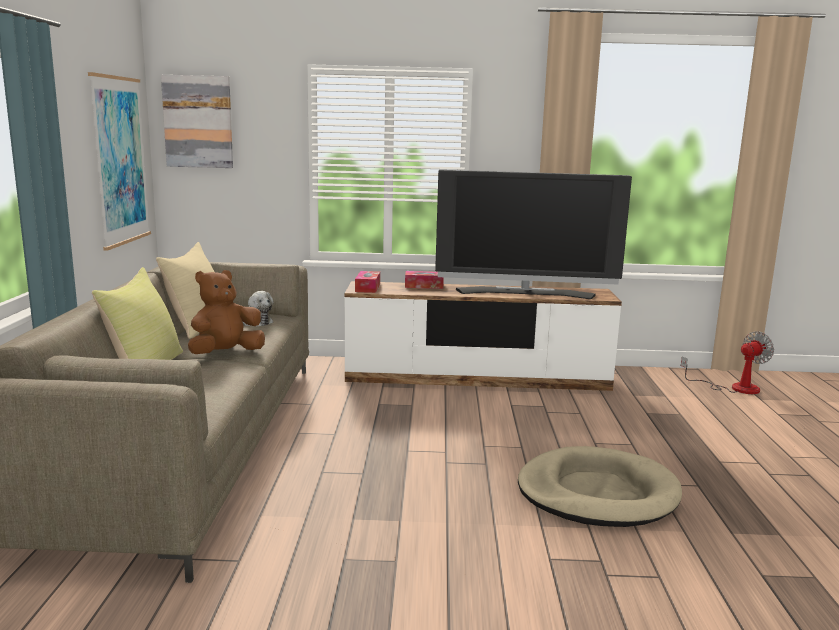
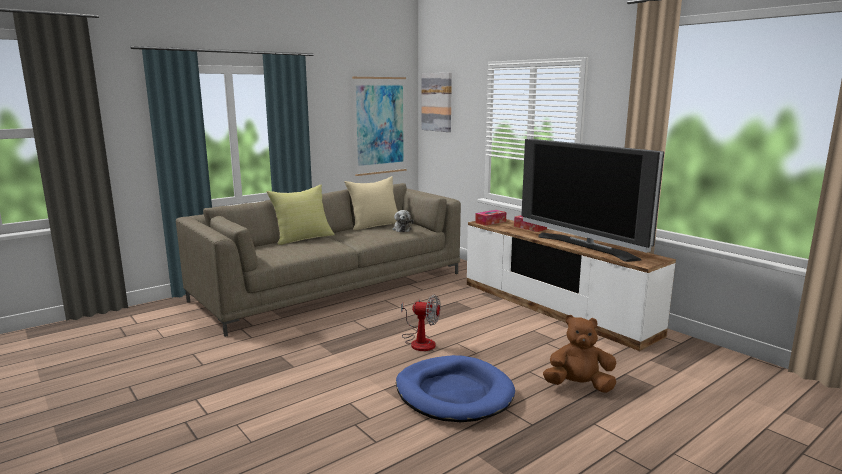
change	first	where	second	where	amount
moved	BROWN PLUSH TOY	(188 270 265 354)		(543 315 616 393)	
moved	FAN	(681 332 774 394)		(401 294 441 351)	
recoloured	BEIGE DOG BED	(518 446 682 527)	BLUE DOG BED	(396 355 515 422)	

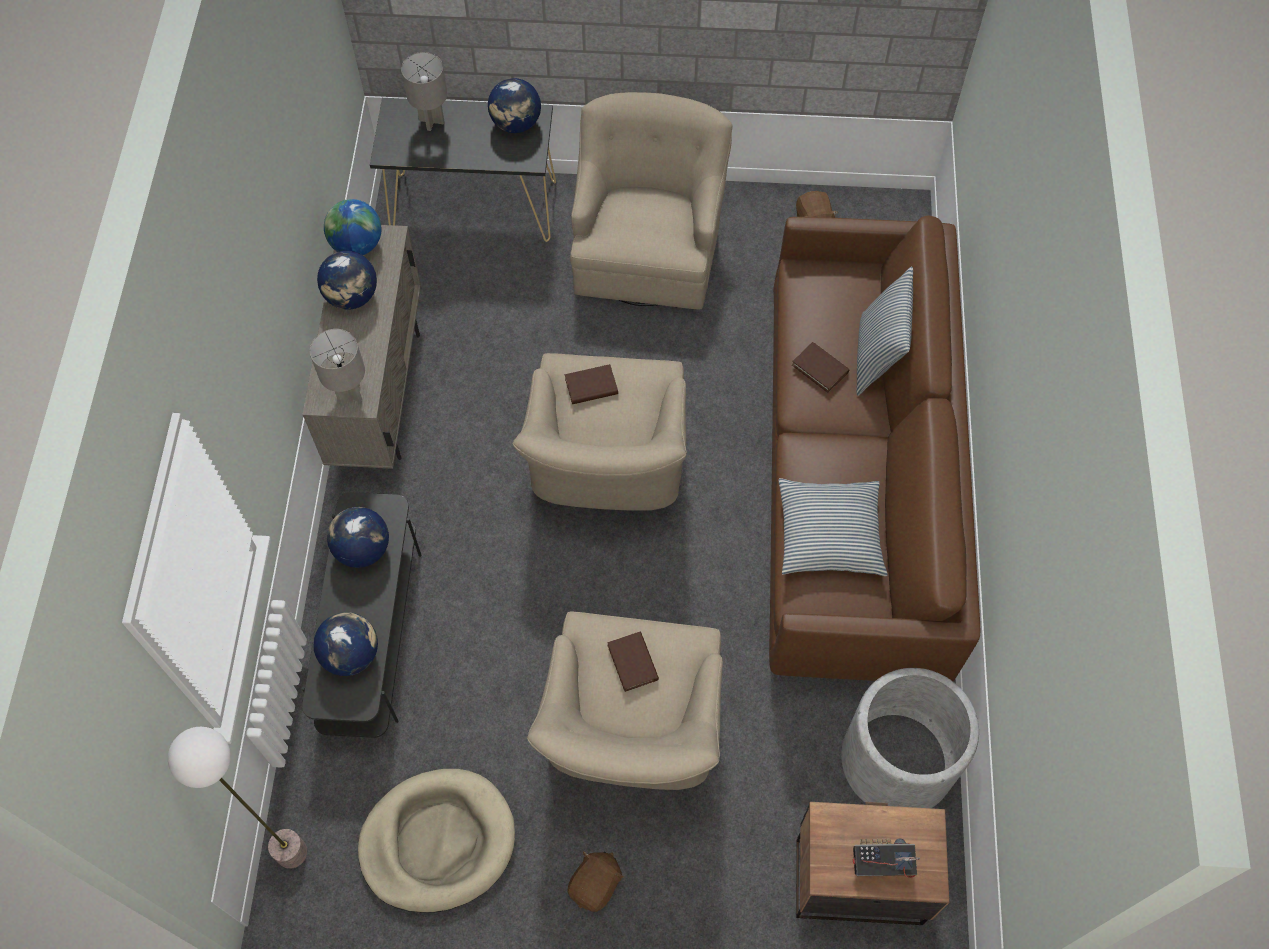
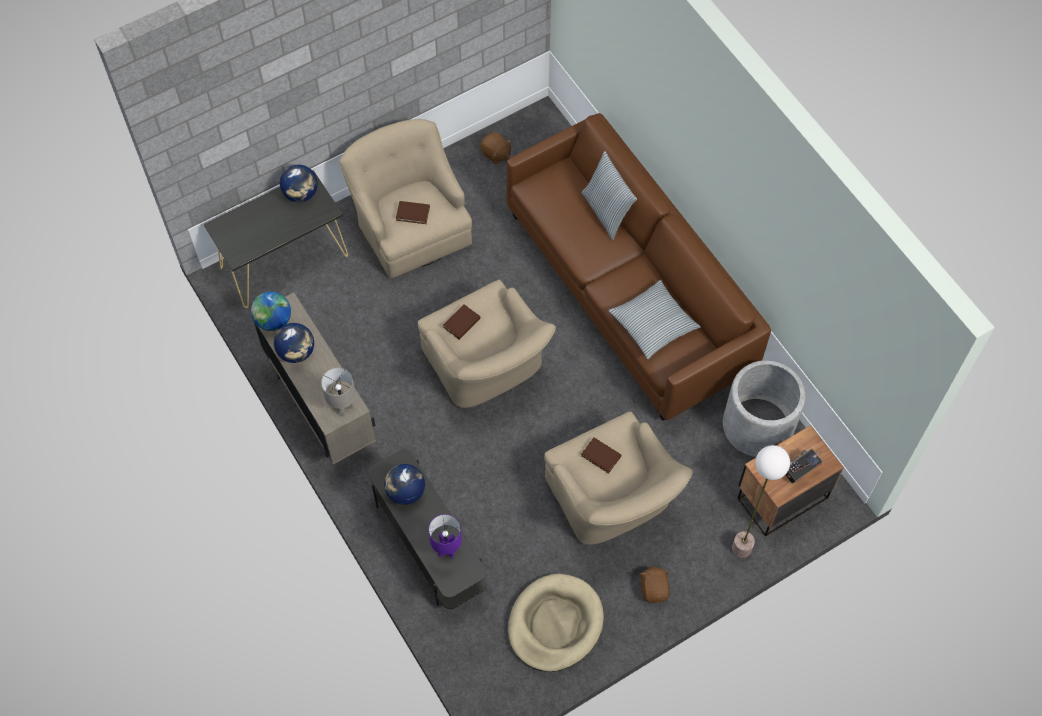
change	first	where	second	where	amount
removed	GREY TABLE LAMP	(401 52 447 131)			
moved	BROWN BOOK	(792 342 850 393)		(396 201 430 224)	
replaced	GLOBE	(313 612 378 676)	PURPLE TABLE LAMP	(429 514 462 558)	
moved	FLOOR LAMP	(168 727 307 869)		(732 445 790 558)	

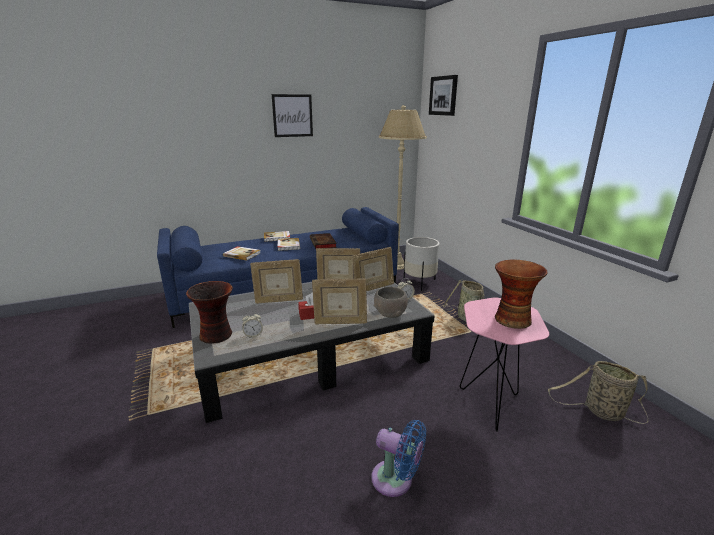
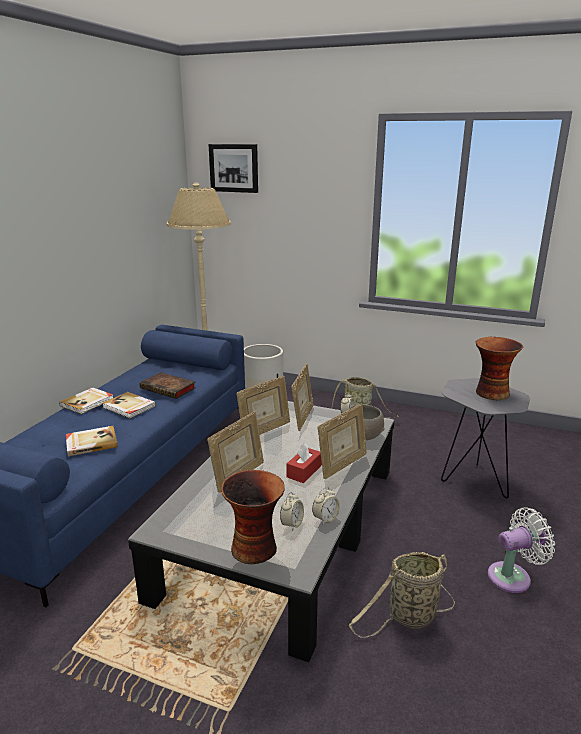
change	first	where	second	where	amount
removed	PICTURE	(272 94 313 137)			
recoloured	PINK SIDE TABLE	(460 298 549 432)	GREY SIDE TABLE	(441 378 530 498)	
moved	BASKET	(548 361 648 424)		(349 552 455 638)	
recoloured	BLUE FAN	(371 420 426 497)	WHITE FAN	(487 507 555 593)	
added			ALARM CLOCK	(312 487 340 524)	

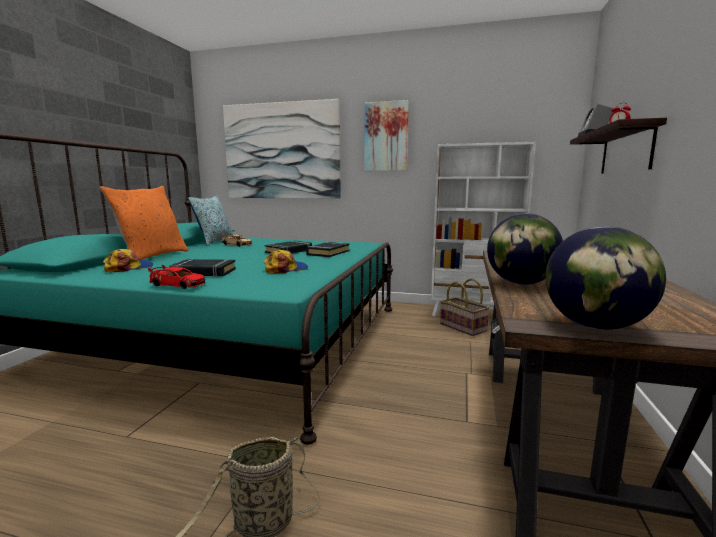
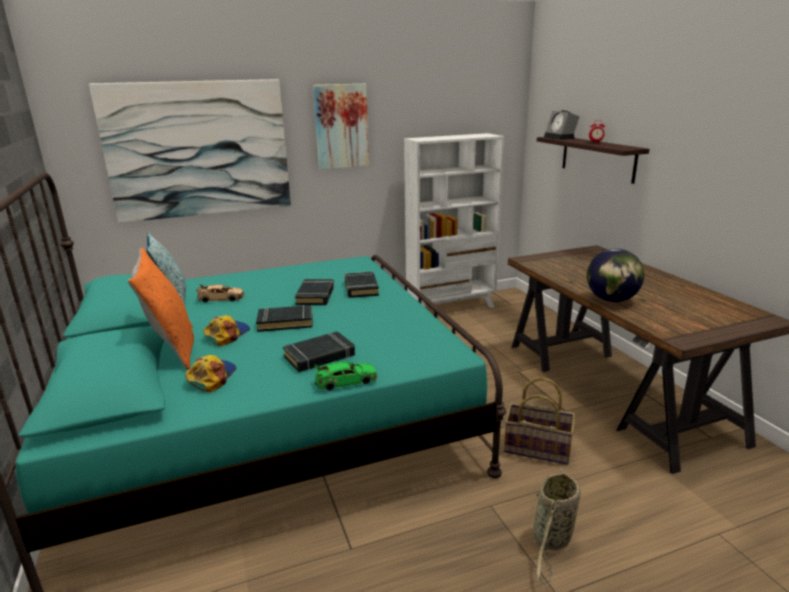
change	first	where	second	where	amount
removed	GLOBE	(545 226 666 330)			
moved	CAP	(263 250 308 273)		(203 315 250 346)	
recoloured	RED TOY CAR	(148 265 206 289)	GREEN TOY CAR	(314 362 377 391)	
moved	BASKET	(440 278 490 336)		(504 377 575 465)	
added			BLACK BOOK	(256 305 313 332)	

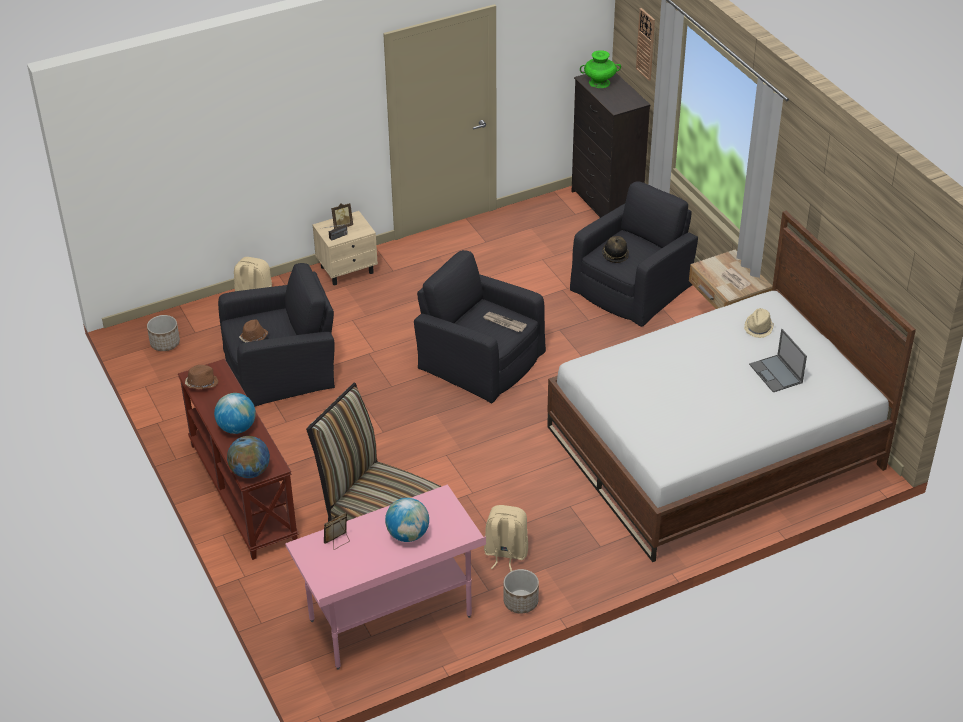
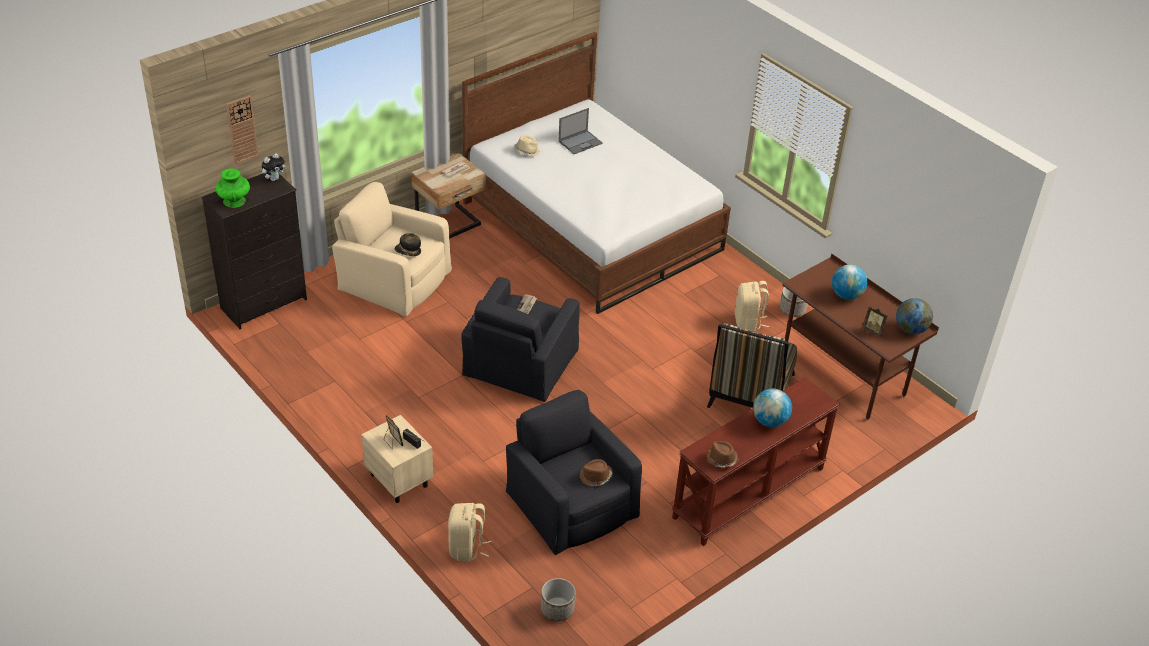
change	first	where	second	where	amount
recoloured	BLACK ARMCHAIR	(570 181 698 327)	BEIGE ARMCHAIR	(332 182 452 317)	
moved	GLOBE	(227 436 270 478)		(896 298 933 334)	
recoloured	PINK DESK	(285 485 486 670)	BROWN DESK	(782 253 939 420)	
added			PLUSH TOY	(262 153 286 181)	

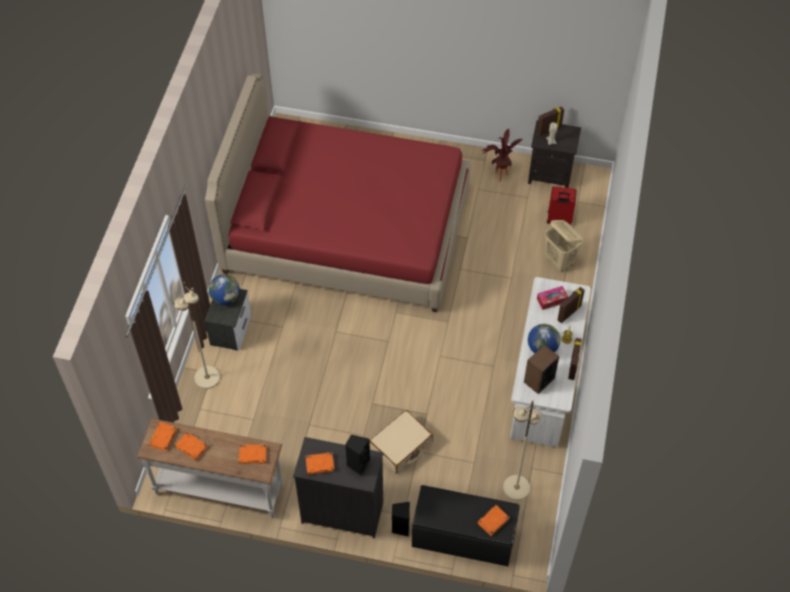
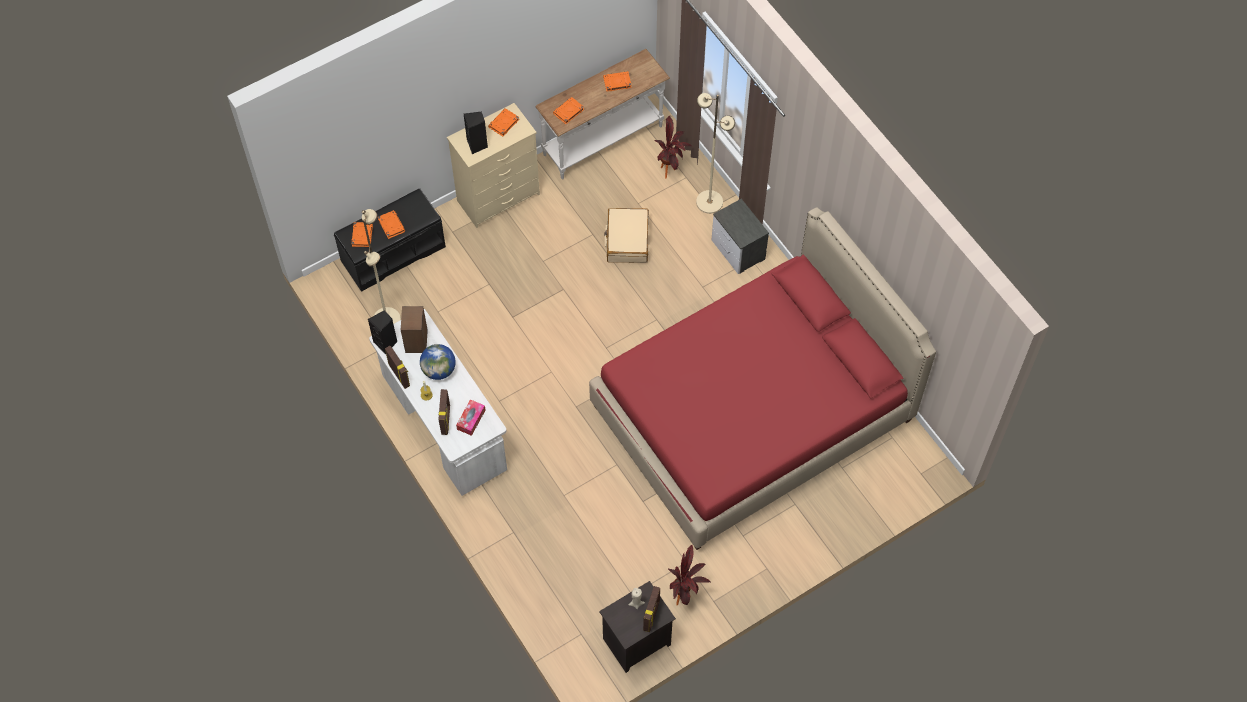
change	first	where	second	where	amount
removed	RED SUITCASE	(547 186 577 225)			
removed	BEIGE LAUNDRY BASKET	(545 220 583 272)			
removed	GLOBE	(209 274 240 305)			
moved	BEIGE SUITCASE	(369 410 433 473)		(604 208 649 263)	
moved	ORANGE BOOK	(149 422 177 451)		(378 210 405 239)	
recoloured	BLACK DRESSER	(293 437 383 539)	BEIGE DRESSER	(447 103 540 228)	
moved	BLACK SPEAKER	(392 502 410 537)		(368 311 398 354)	
added			POTTED PLANT	(654 116 692 178)	

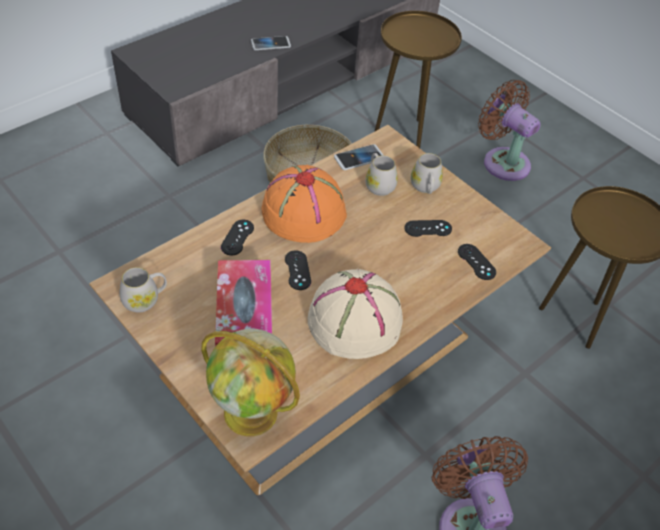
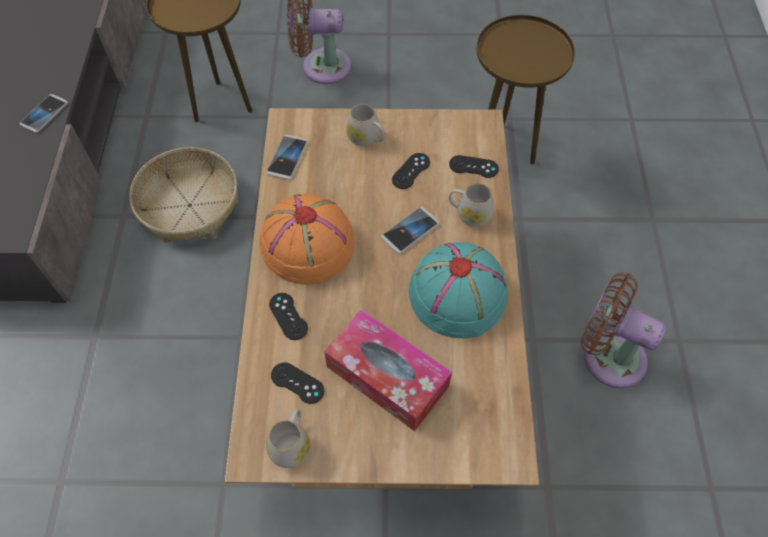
change	first	where	second	where	amount
moved	WHITE MUG	(365 153 398 196)		(449 183 494 227)	
moved	BLACK GAME CONTROLLER	(285 250 311 290)		(271 362 324 404)	
recoloured	BEIGE HAT	(308 269 403 359)	TURQUOISE HAT	(409 242 508 338)	
removed	GLOBE	(201 329 300 437)			
added			PHONE	(381 207 439 254)	

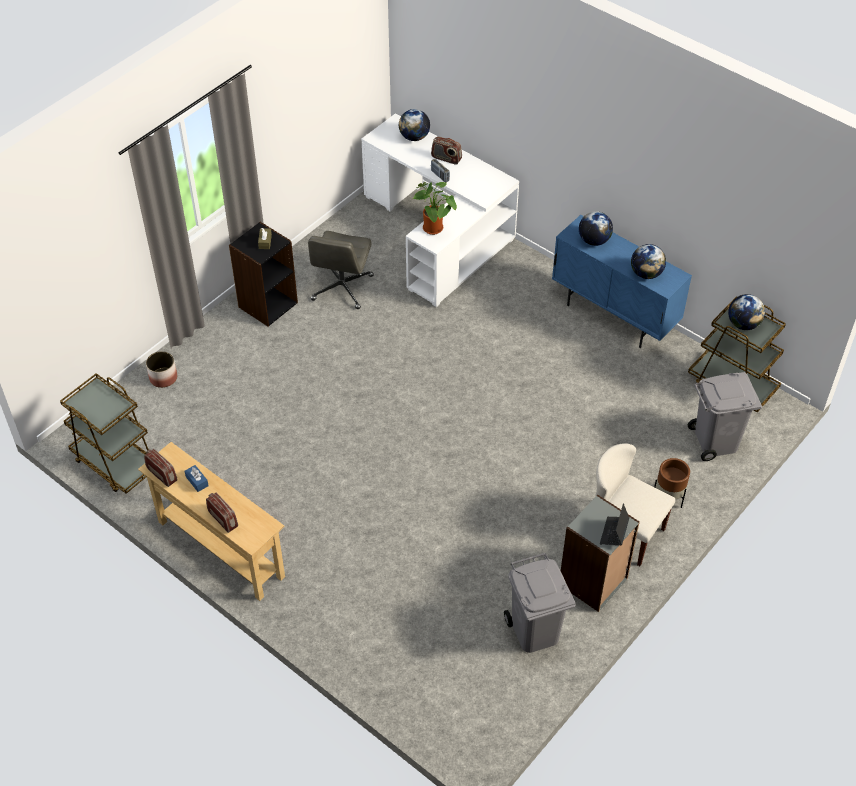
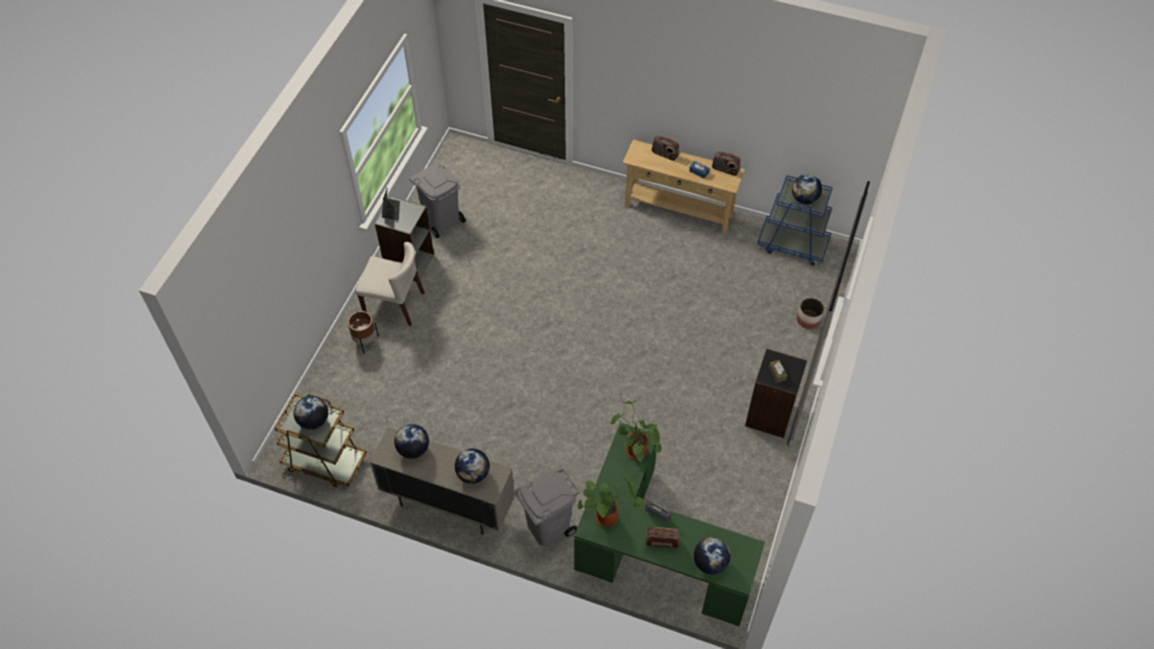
change	first	where	second	where	amount
recoloured	WHITE DESK	(361 113 519 307)	GREEN DESK	(574 423 765 626)	
recoloured	BLUE CABINET	(552 215 692 348)	BEIGE CABINET	(370 427 515 535)	
removed	GREY OFFICE CHAIR	(308 231 374 309)			
moved	GREY TRASH CAN	(687 372 762 461)		(514 468 580 546)	
recoloured	BROWN CART	(60 373 149 494)	BLUE CART	(757 175 833 266)	
added			GLOBE	(792 175 822 205)	
added			POTTED PLANT	(577 477 644 527)	

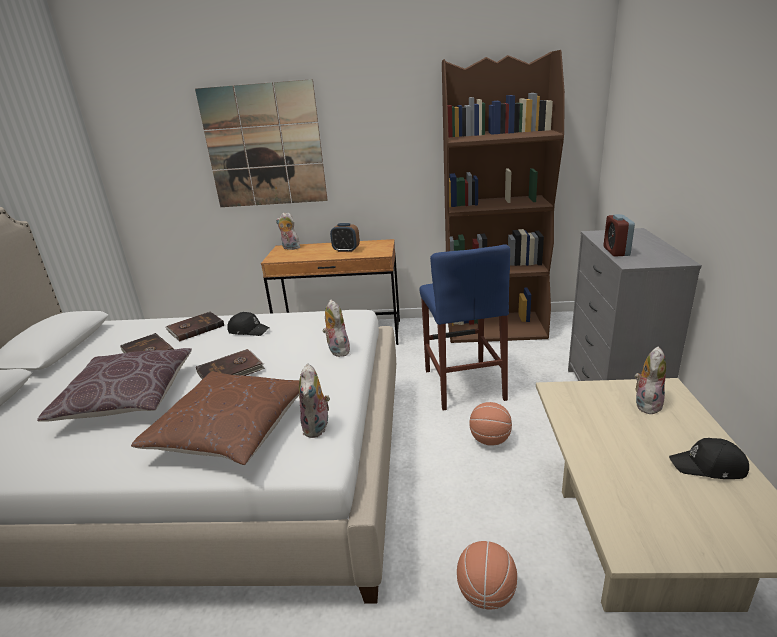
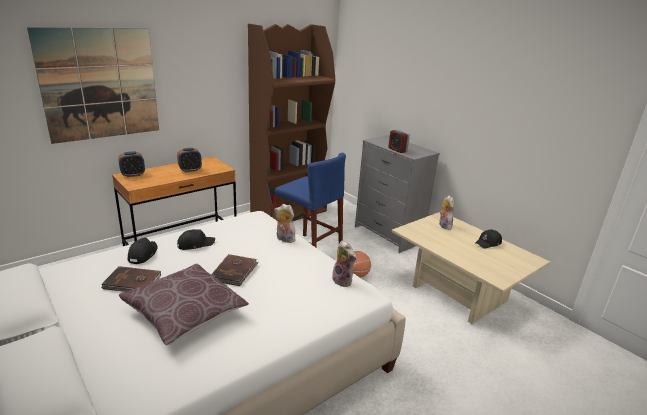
change	first	where	second	where	amount
replaced	PLUSH TOY	(276 212 300 250)	ALARM CLOCK	(118 151 145 177)	
replaced	BROWN BOOK	(166 312 224 341)	BLACK CAP	(128 238 158 264)	
removed	BROWN PILLOW	(131 372 299 465)			
removed	BASKETBALL	(457 541 517 610)			

